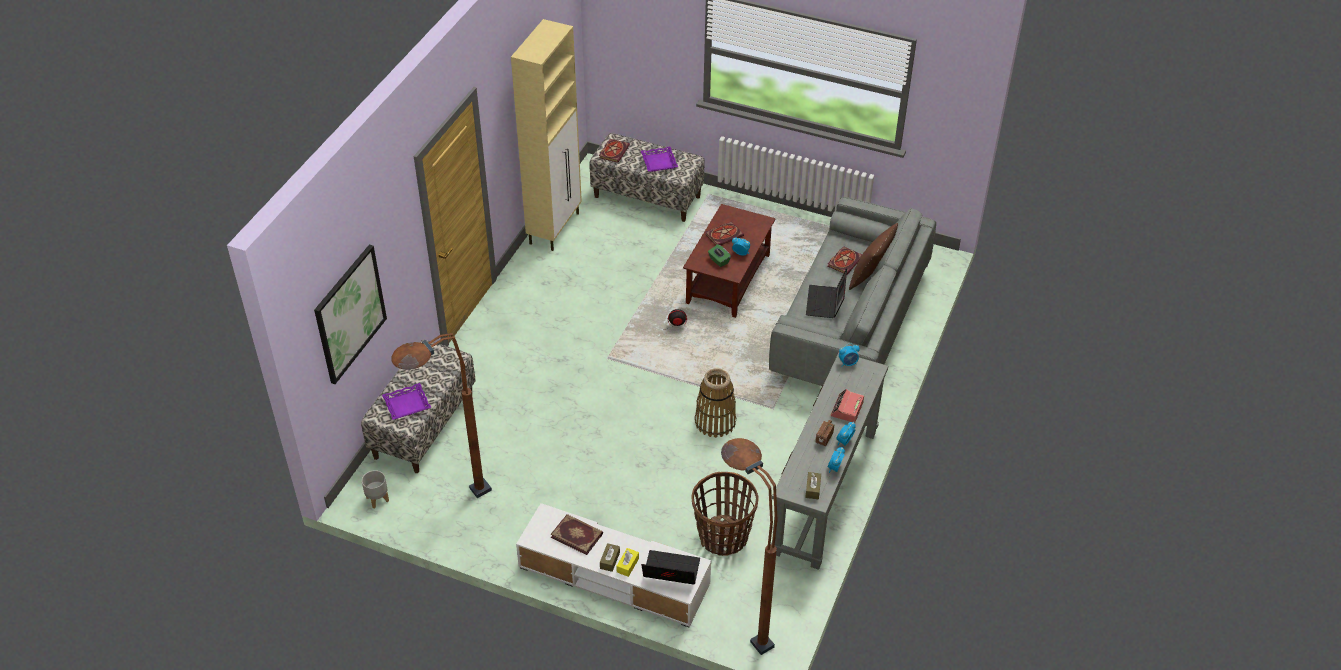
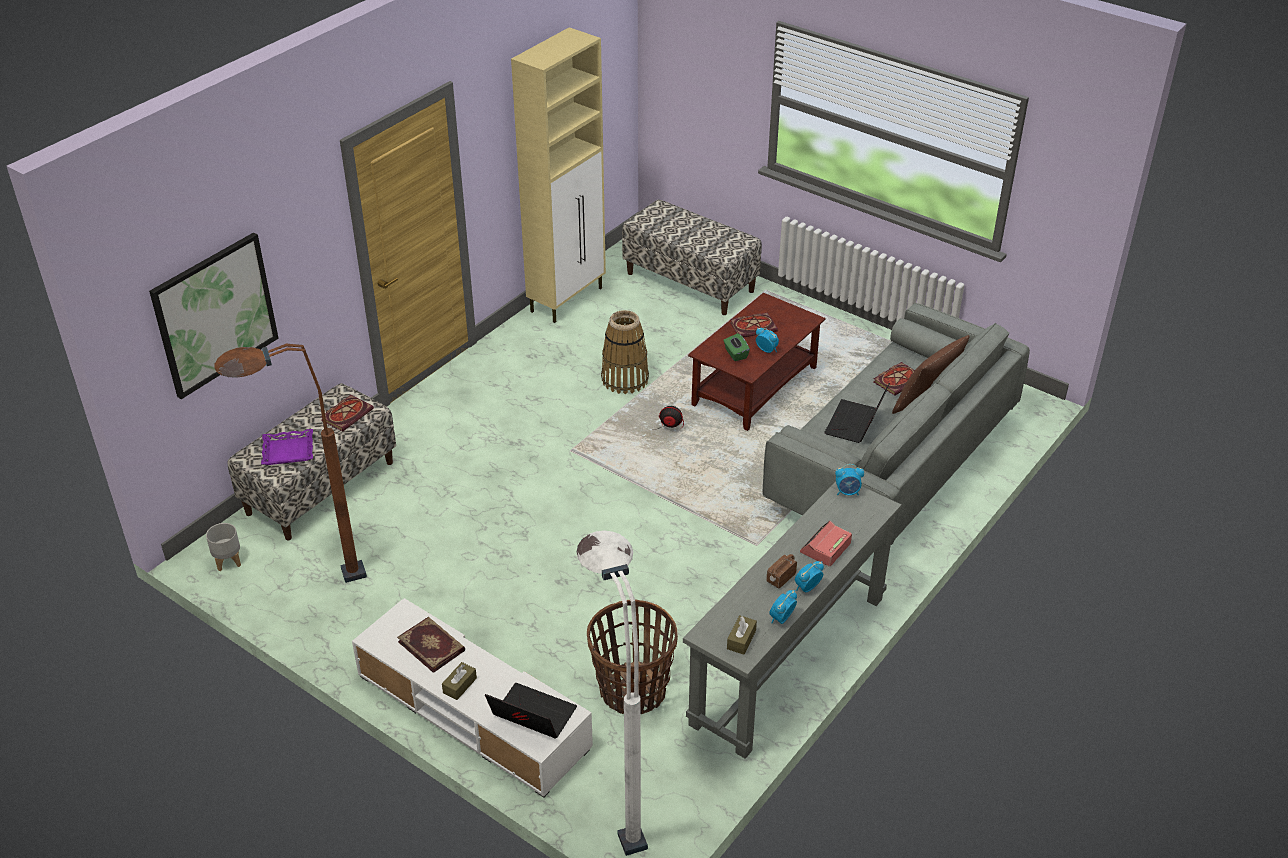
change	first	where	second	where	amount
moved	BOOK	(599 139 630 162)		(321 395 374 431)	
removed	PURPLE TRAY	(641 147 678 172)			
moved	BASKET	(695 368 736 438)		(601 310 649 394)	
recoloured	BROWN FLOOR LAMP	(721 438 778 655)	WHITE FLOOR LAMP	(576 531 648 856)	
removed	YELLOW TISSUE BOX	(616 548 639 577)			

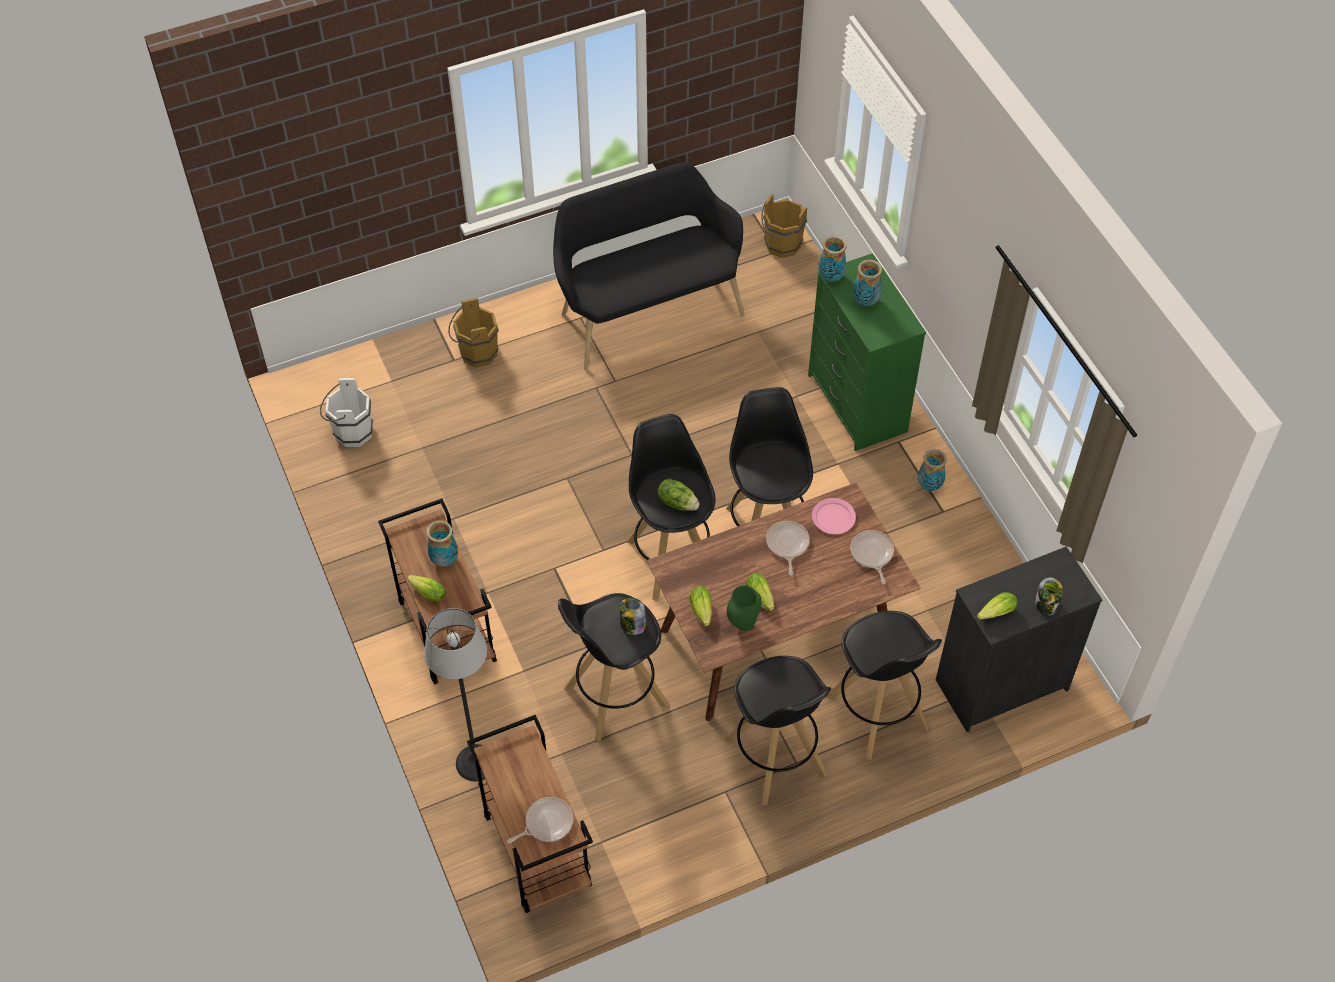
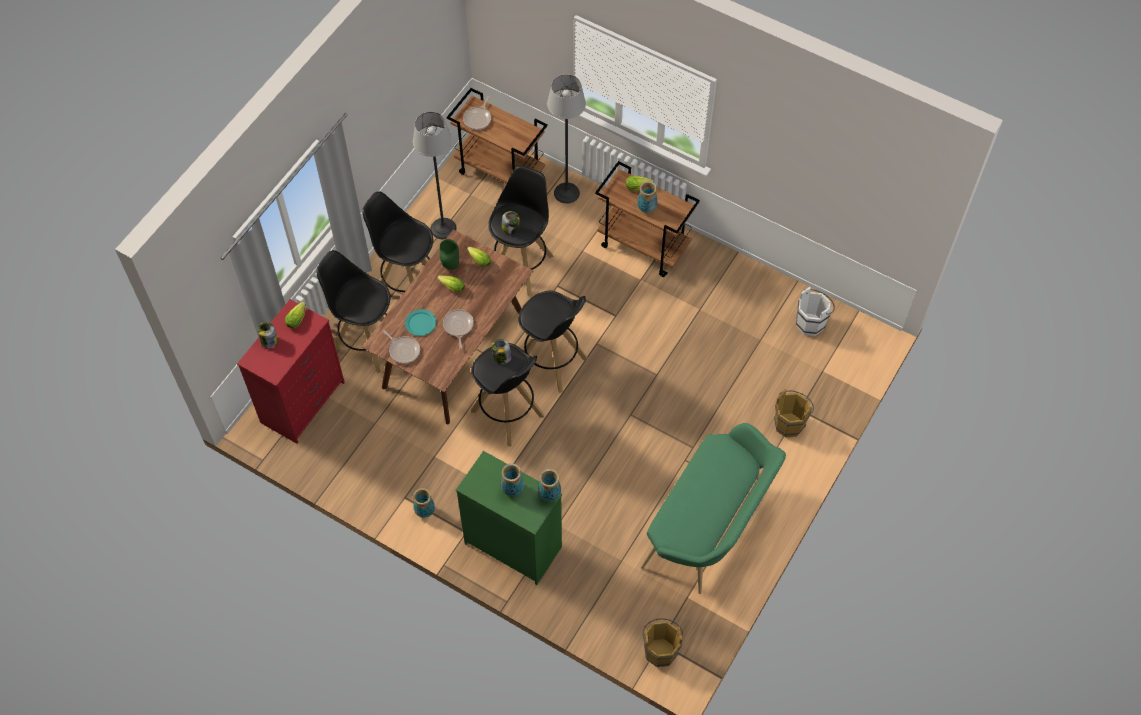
change	first	where	second	where	amount
recoloured	BLACK BENCH	(553 162 745 370)	GREEN BENCH	(641 423 786 594)	
removed	LETTUCE	(657 479 700 511)			
removed	PINK PLATE	(812 498 856 534)			
turned	FRYING PAN	(766 521 810 575)		(443 309 474 349)	150 degrees counterclockwise
recoloured	BLACK DRESSER	(936 546 1103 733)	RED DRESSER	(237 299 345 444)	
added			FLOOR LAMP	(413 112 457 239)	
added			TURQUOISE PLATE	(405 309 436 336)	
added			JAR	(492 339 511 364)	

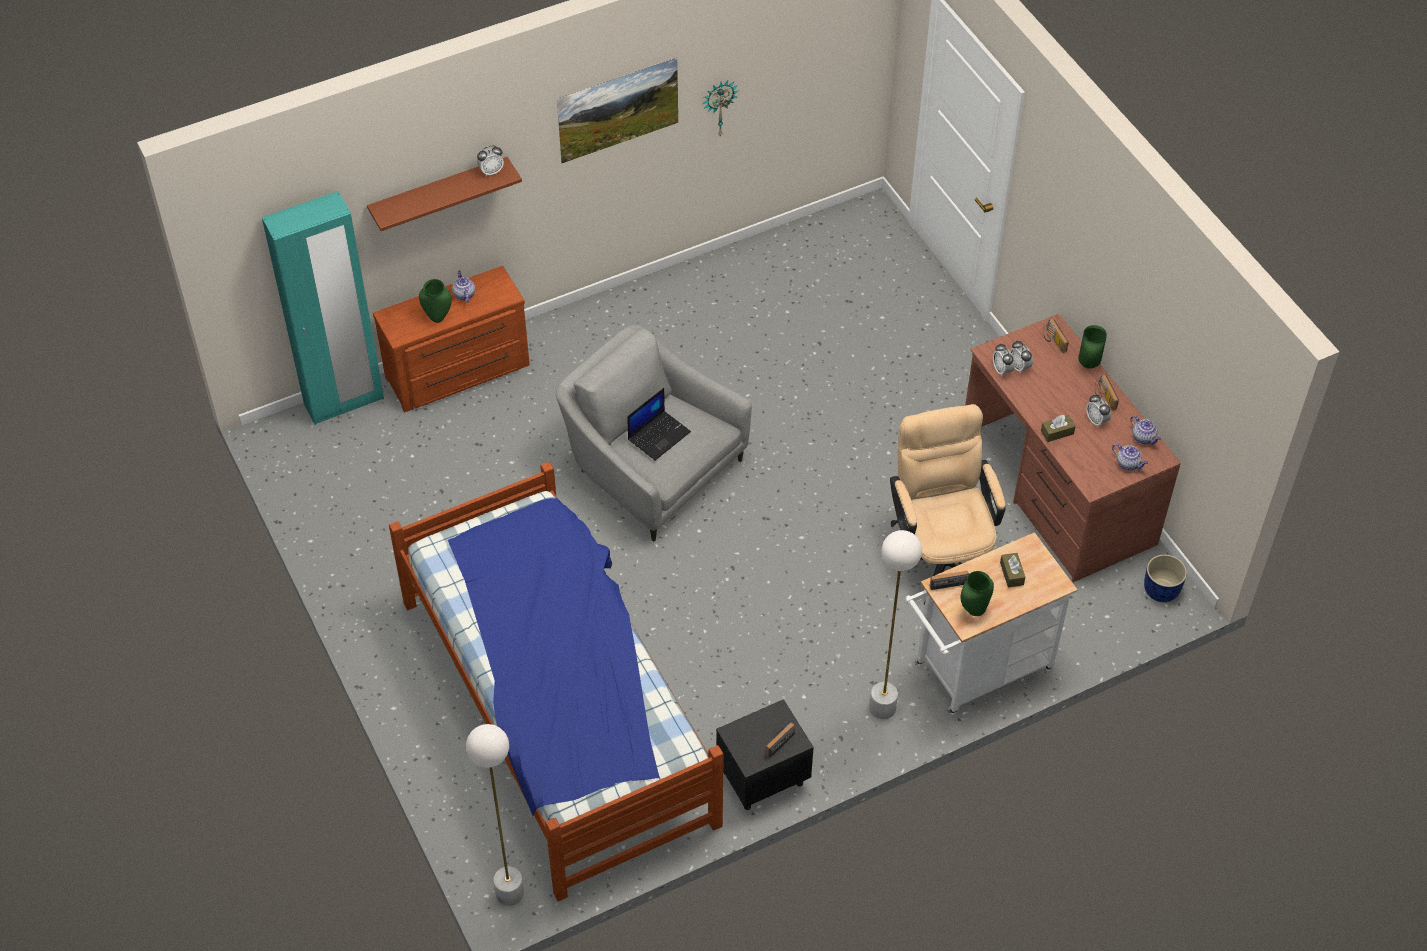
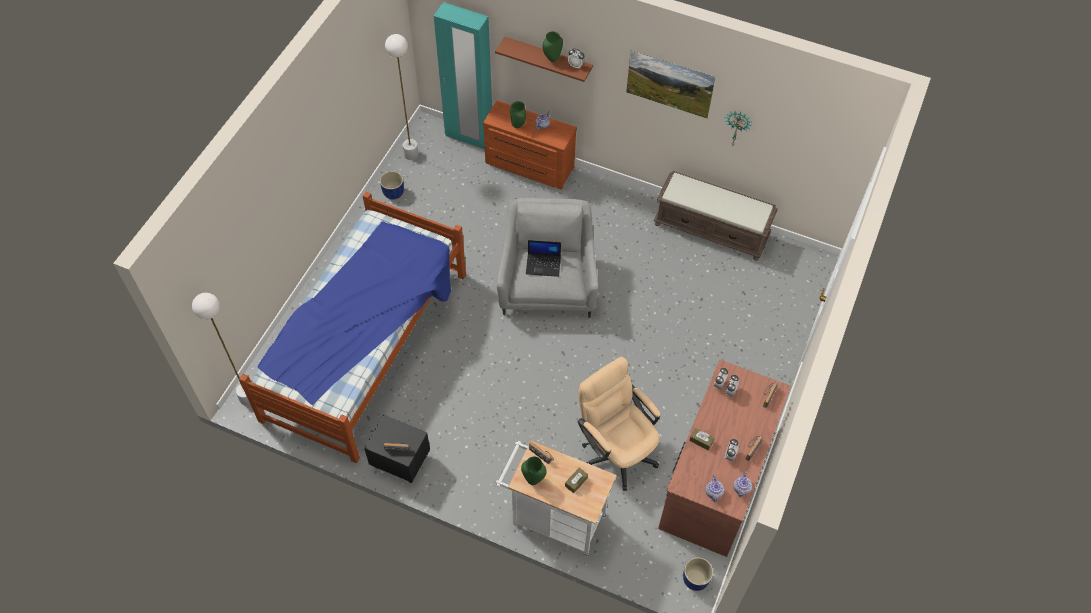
change	first	where	second	where	amount
moved	GREEN VASE	(1078 325 1107 369)		(543 31 563 62)	
turned	BEIGE OFFICE CHAIR	(890 404 1006 605)		(577 357 660 491)	75 degrees counterclockwise
moved	WHITE FLOOR LAMP	(869 530 922 719)		(385 34 419 160)	
added			BLUE PLANTER	(380 171 404 199)	
added			BROWN BENCH	(654 171 778 261)	

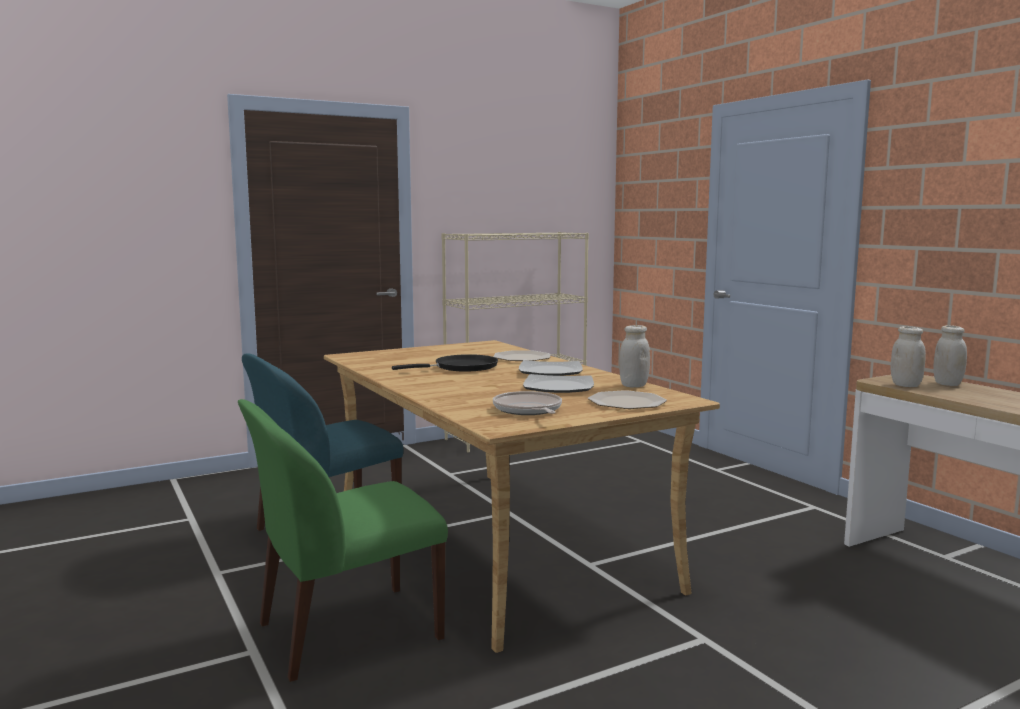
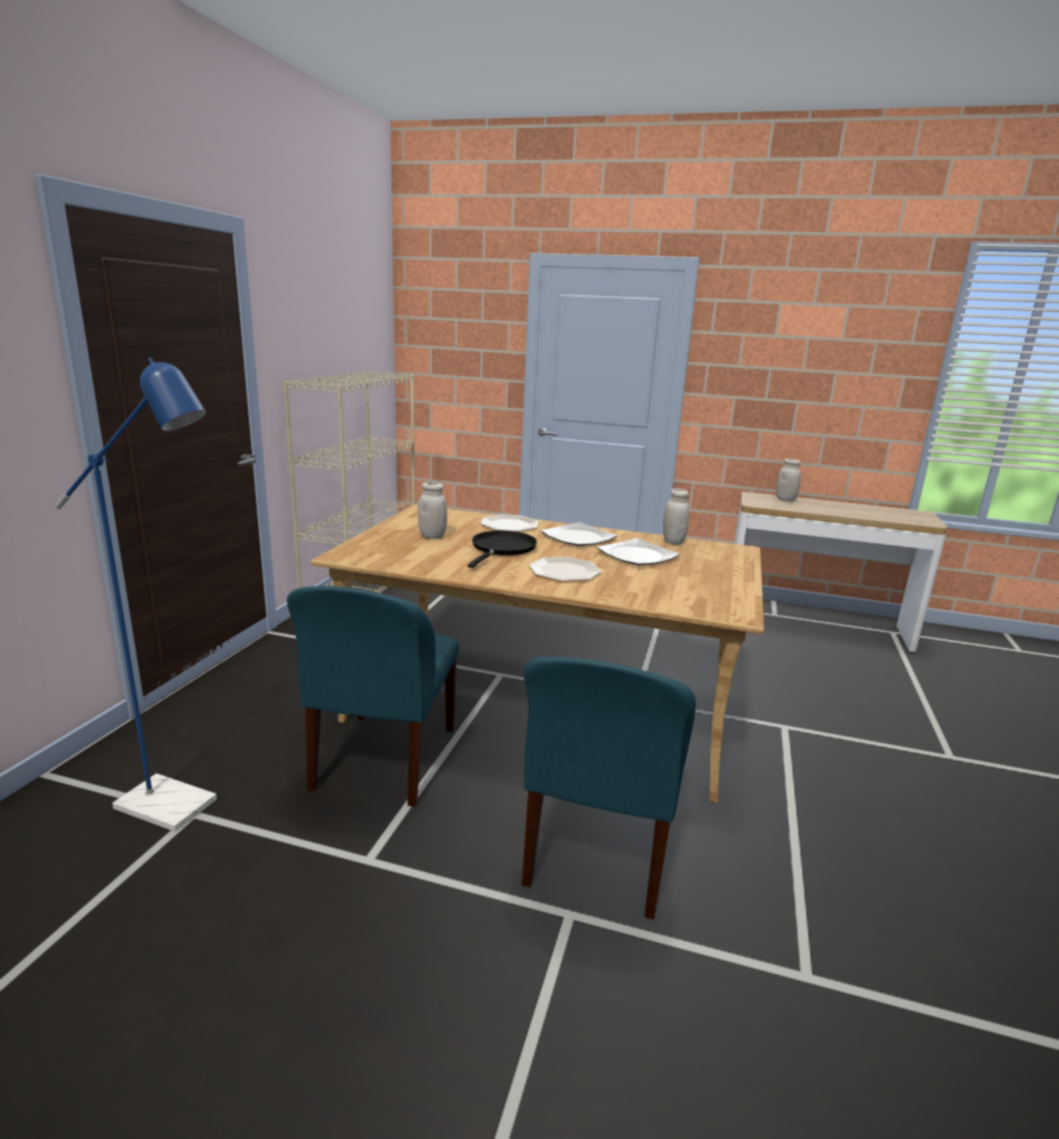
change	first	where	second	where	amount
moved	WHITE JAR	(891 326 926 387)		(418 482 447 539)	
moved	PLATE	(588 390 667 409)		(529 557 601 582)	
removed	FRYING PAN	(493 391 562 415)			
recoloured	GREEN CHAIR	(238 399 448 682)	BLUE CHAIR	(522 657 696 920)	
added			BLUE FLOOR LAMP	(55 357 217 832)	

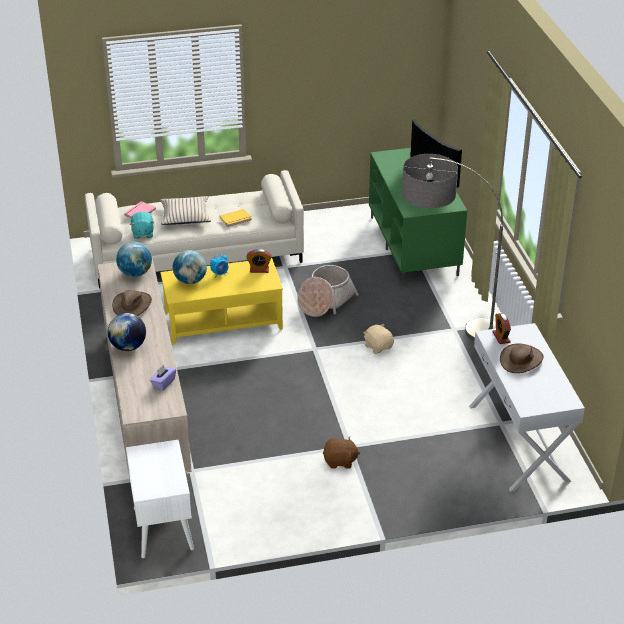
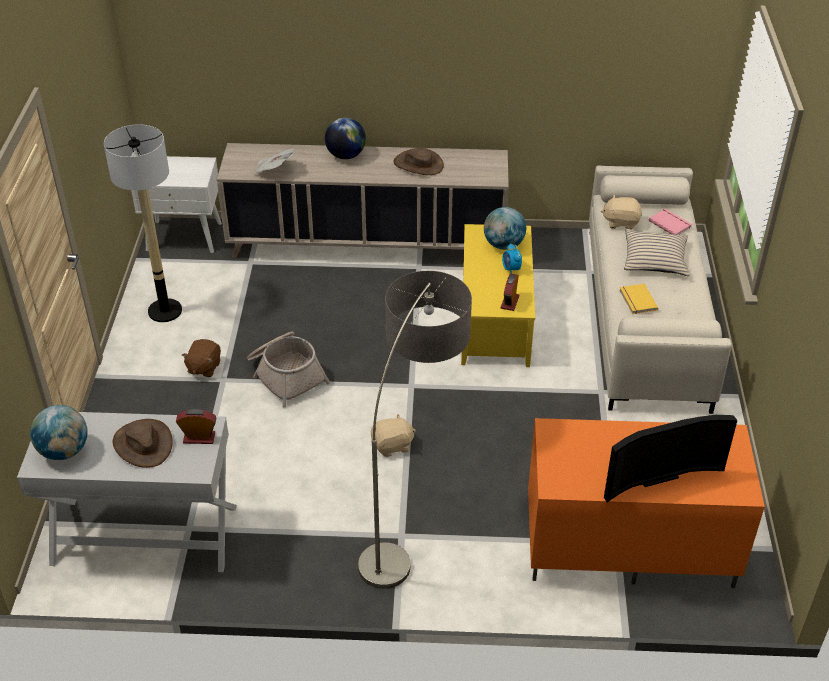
change	first	where	second	where	amount
recoloured	GREEN TV STAND	(369 148 467 284)	ORANGE TV STAND	(528 418 765 588)	
recoloured	TURQUOISE PLUSH TOY	(130 212 154 239)	BEIGE PLUSH TOY	(601 194 642 230)	
moved	GLOBE	(116 242 152 277)		(30 405 88 460)	
moved	BASKET	(297 265 359 317)		(247 331 330 408)	
replaced	PURPLE TISSUE BOX	(150 365 176 391)	NEWSPAPER	(254 148 294 173)	
added			FLOOR LAMP	(104 124 182 322)	

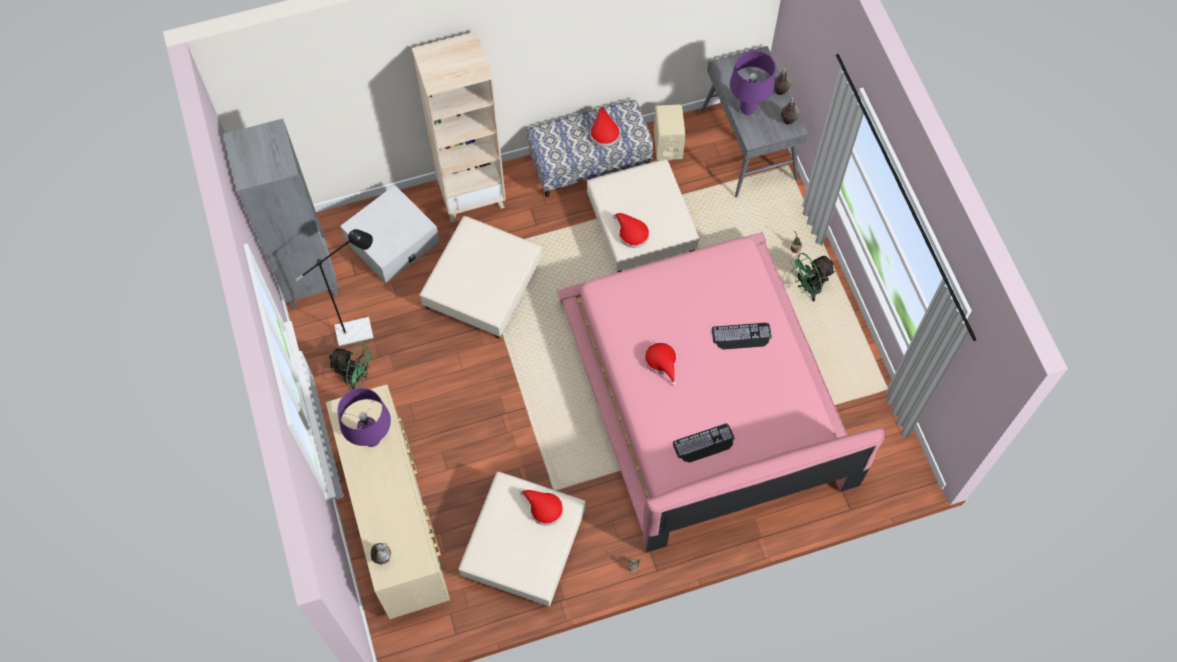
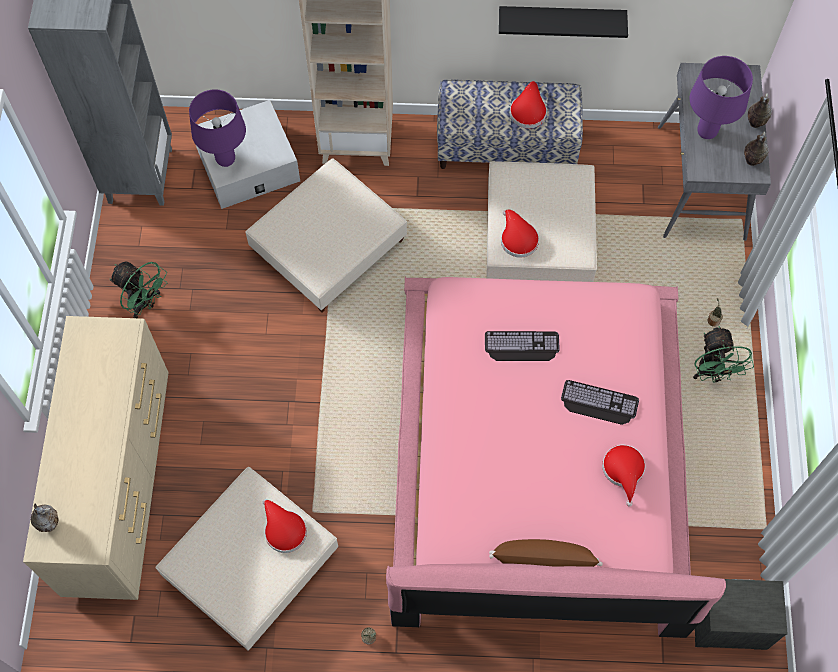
change	first	where	second	where	amount
removed	BEIGE SPEAKER	(654 104 686 160)			
removed	BLACK FLOOR LAMP	(295 229 373 346)			
turned	GREEN FAN	(790 253 835 301)		(693 326 754 382)	90 degrees counterclockwise
moved	RED HAT	(644 342 677 386)		(602 445 646 507)	
moved	PURPLE TABLE LAMP	(337 388 391 447)		(189 89 246 167)	
moved	KEYBOARD	(673 424 734 463)		(485 331 560 361)	
added			BLACK SHELF	(499 6 628 38)	
added			BROWN PILLOW	(489 539 603 567)	
added			NIGHTSTAND	(695 579 788 650)	

